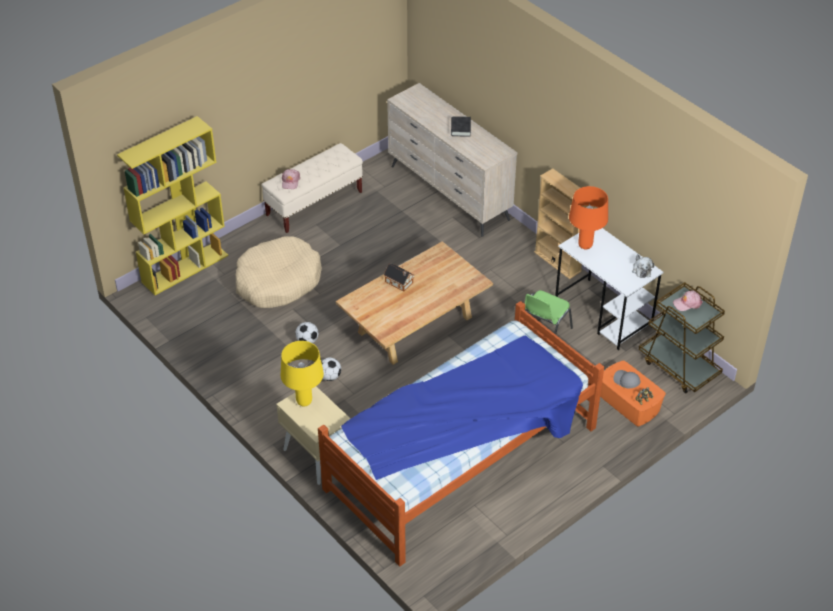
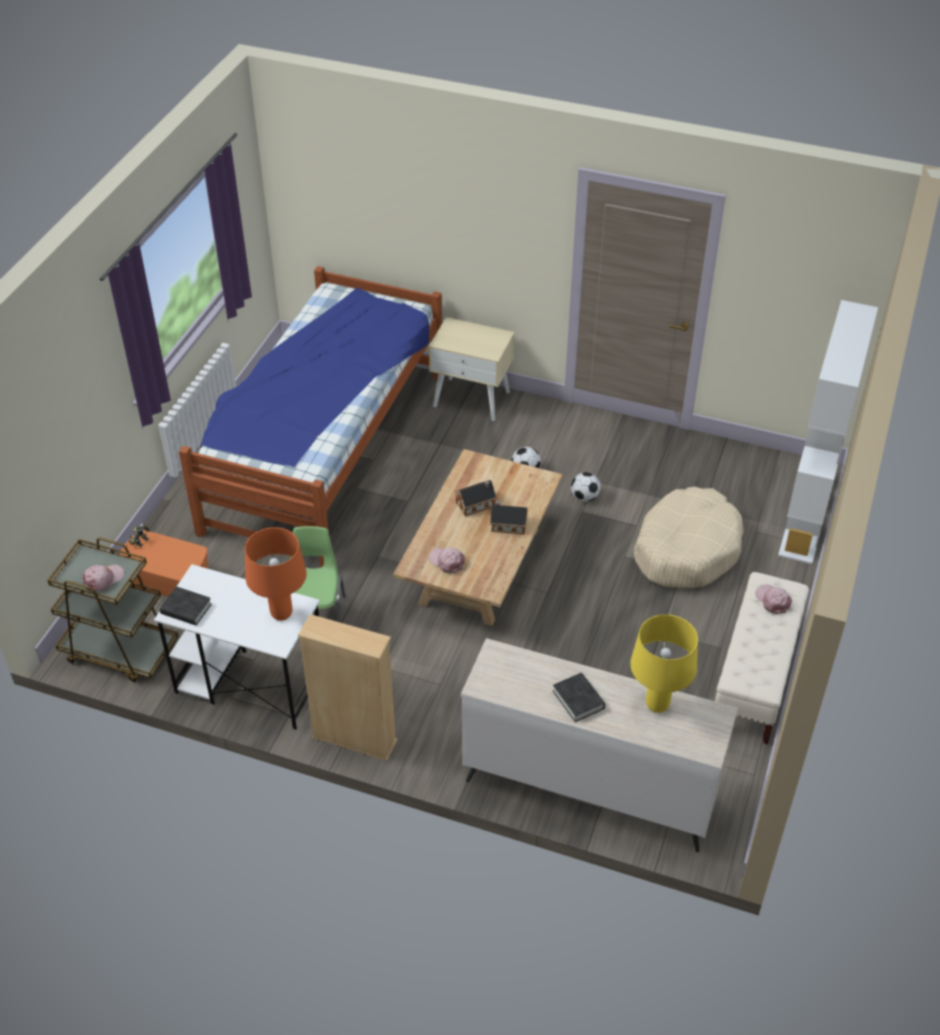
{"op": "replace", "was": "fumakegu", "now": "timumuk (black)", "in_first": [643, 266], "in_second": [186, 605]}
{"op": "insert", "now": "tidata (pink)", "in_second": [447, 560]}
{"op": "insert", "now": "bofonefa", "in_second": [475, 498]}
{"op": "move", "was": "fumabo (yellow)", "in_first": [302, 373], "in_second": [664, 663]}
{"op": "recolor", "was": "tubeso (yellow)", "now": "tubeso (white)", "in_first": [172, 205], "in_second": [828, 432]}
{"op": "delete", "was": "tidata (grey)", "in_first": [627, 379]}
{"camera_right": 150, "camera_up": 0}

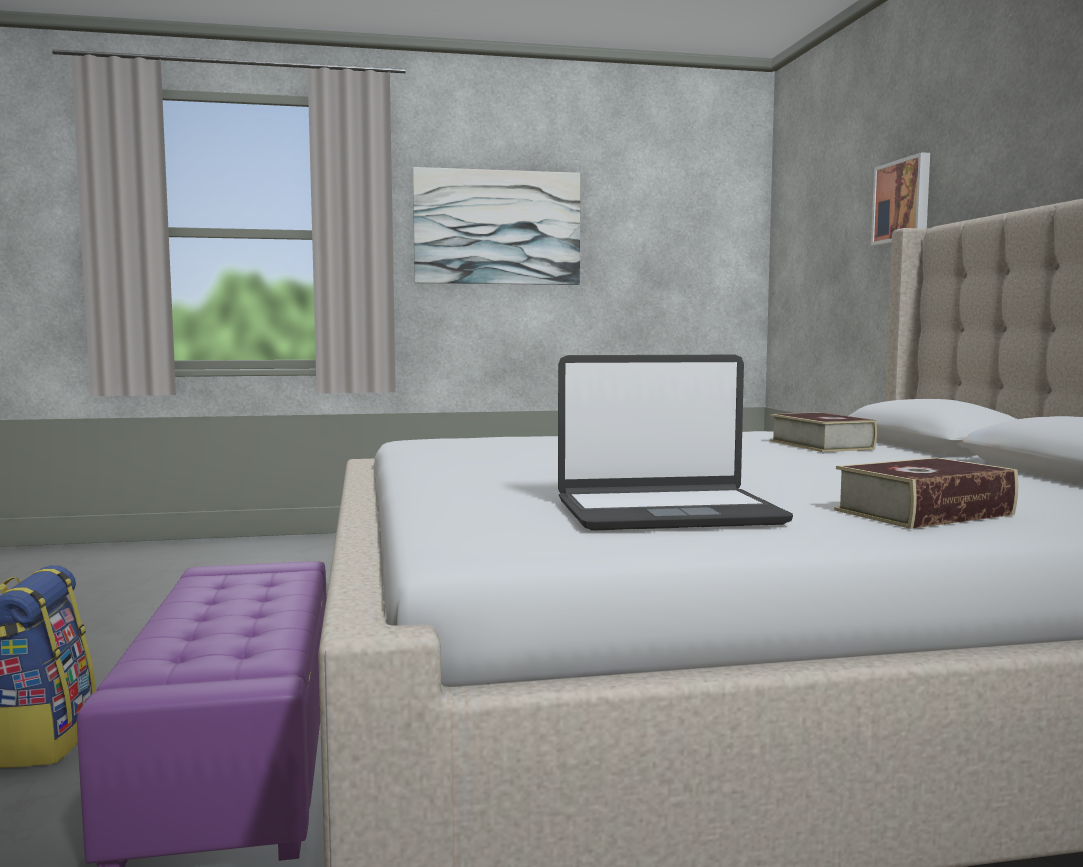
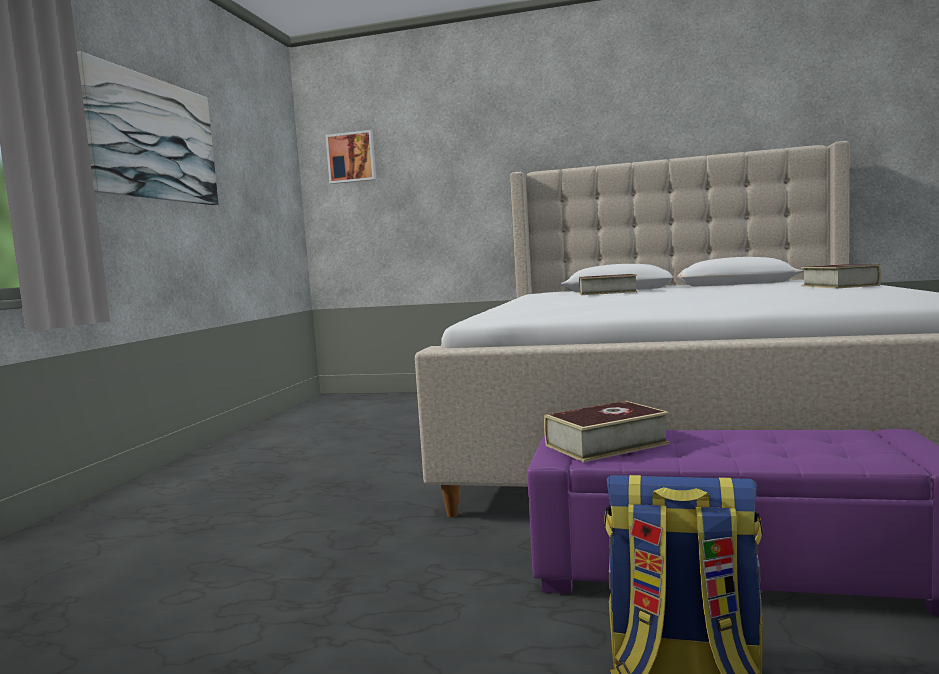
{"op": "move", "was": "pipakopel", "in_first": [900, 199], "in_second": [350, 157]}
{"op": "insert", "now": "timumuk", "in_second": [607, 431]}
{"op": "delete", "was": "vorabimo", "in_first": [675, 443]}
{"camera_right": -65, "camera_up": 0}

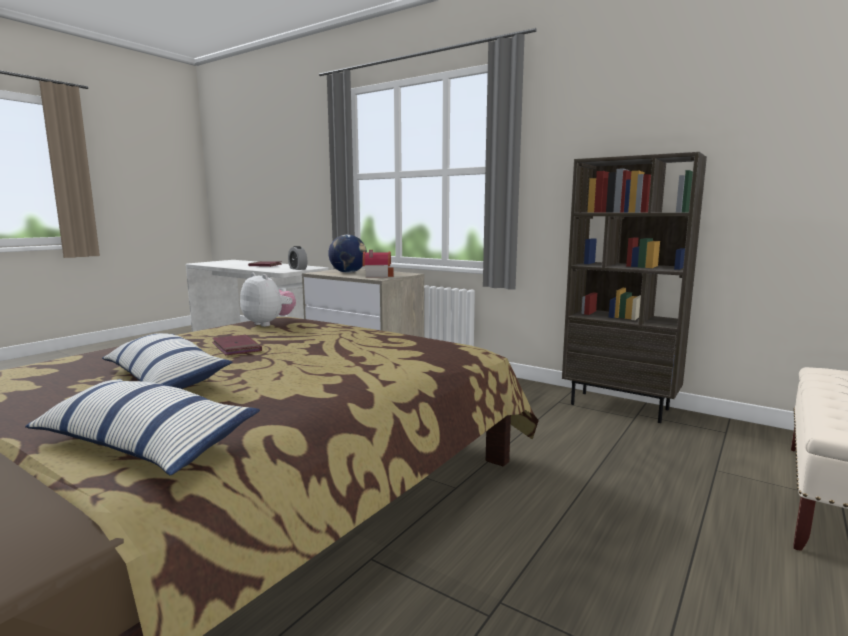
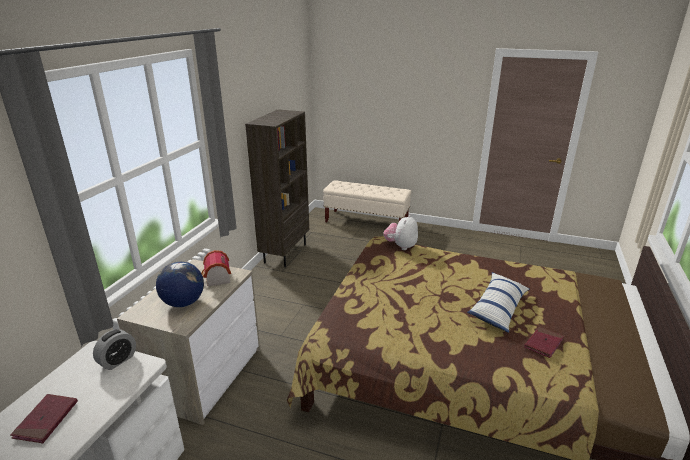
{"op": "move", "was": "fumakegu", "in_first": [268, 300], "in_second": [401, 232]}
{"op": "move", "was": "timumuk (red)", "in_first": [237, 345], "in_second": [544, 342]}
{"op": "delete", "was": "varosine", "in_first": [142, 427]}
{"camera_right": -105, "camera_up": 15}

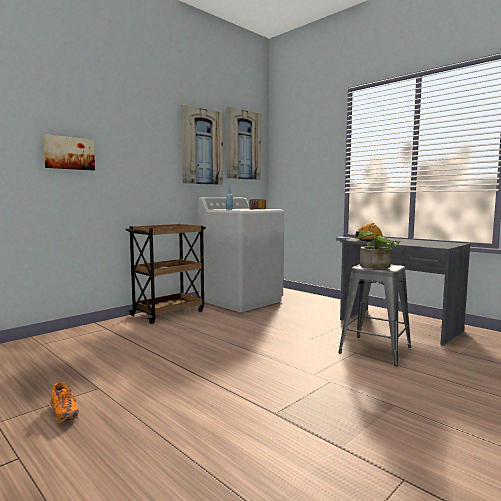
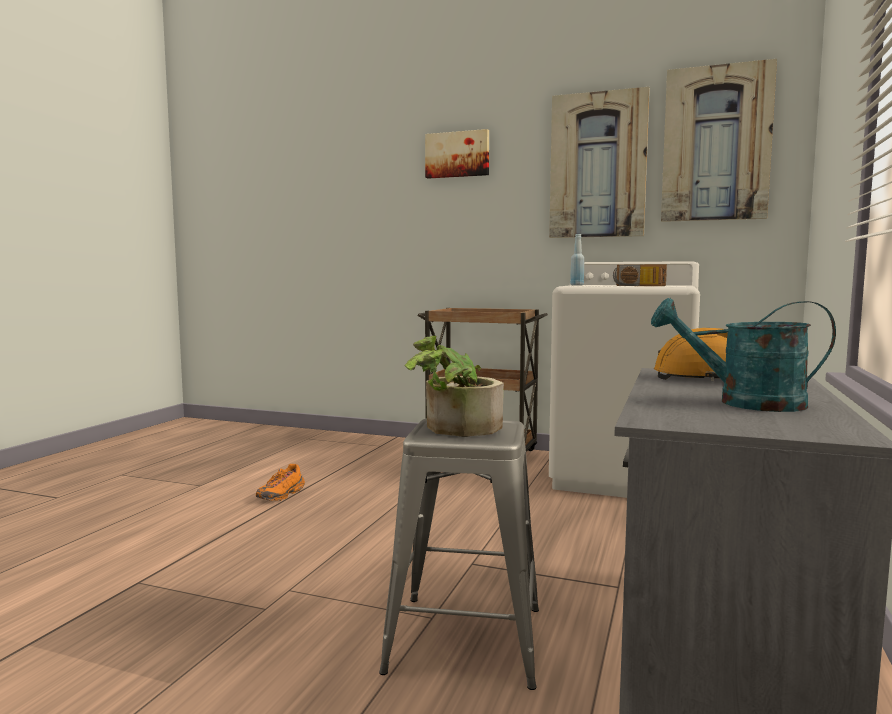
{"op": "move", "was": "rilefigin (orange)", "in_first": [65, 402], "in_second": [280, 482]}
{"op": "move", "was": "pipakopel", "in_first": [69, 152], "in_second": [457, 154]}
{"op": "insert", "now": "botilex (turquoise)", "in_second": [743, 355]}
{"camera_right": 65, "camera_up": 0}

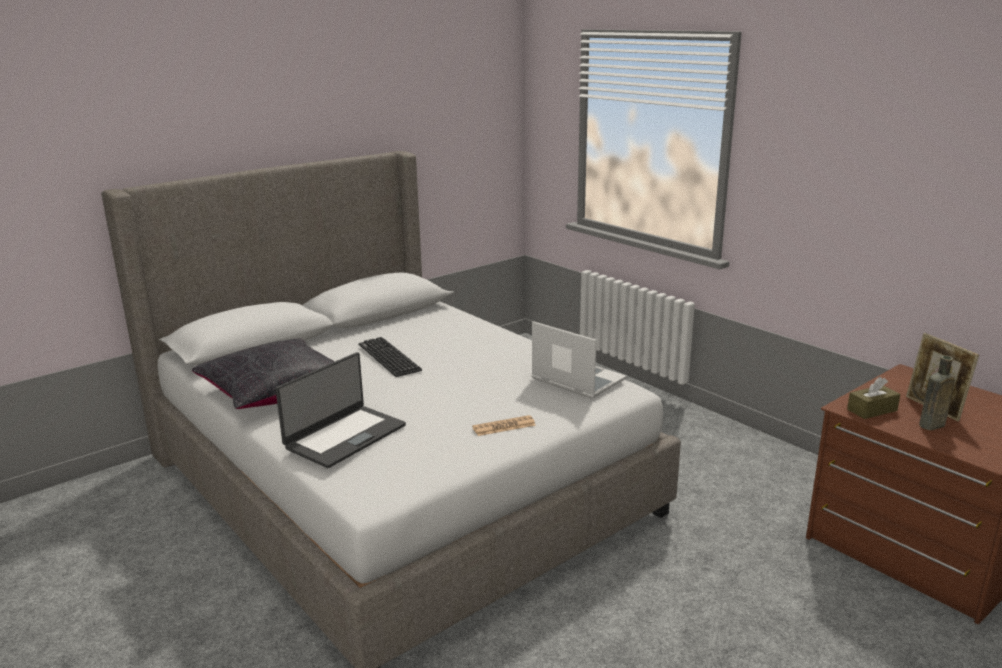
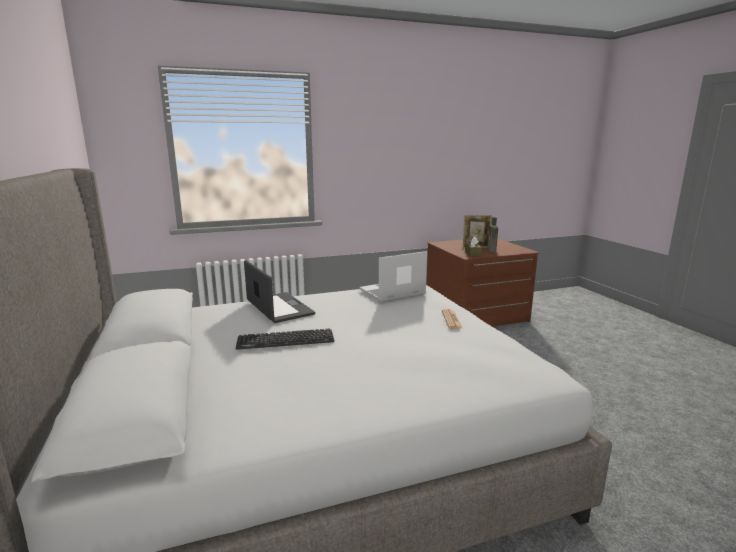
{"op": "move", "was": "vorabimo", "in_first": [340, 410], "in_second": [279, 291]}
{"op": "delete", "was": "varosine (black)", "in_first": [263, 373]}
{"camera_right": -70, "camera_up": -5}

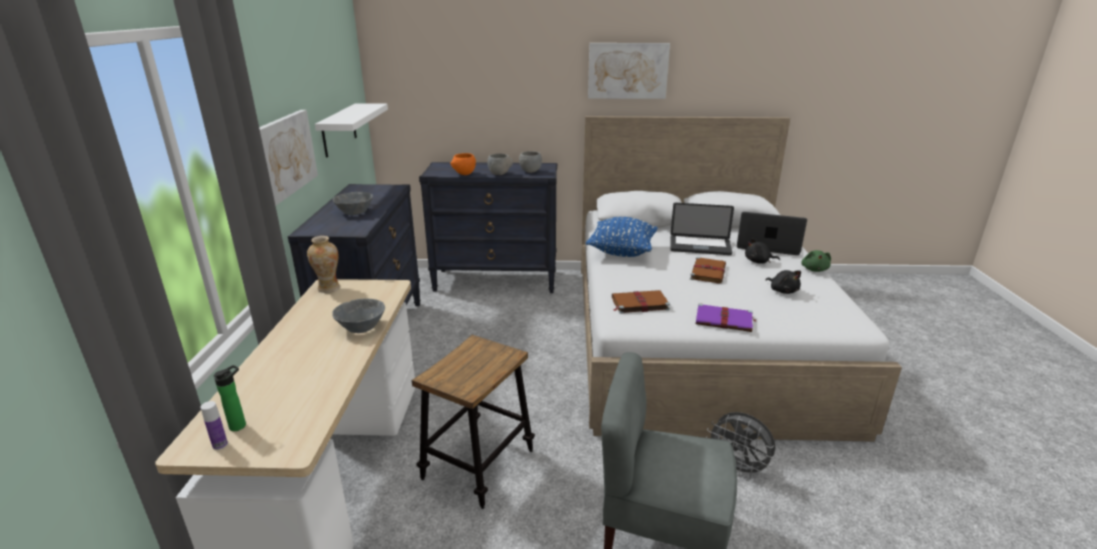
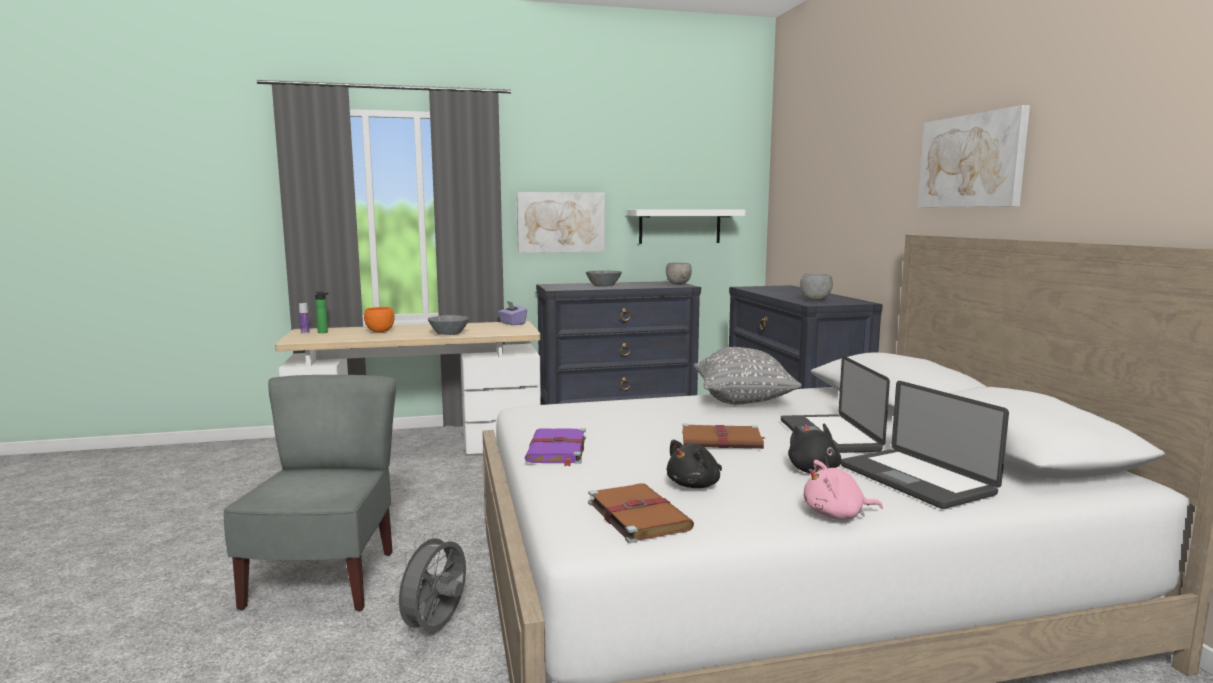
{"op": "move", "was": "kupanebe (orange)", "in_first": [463, 164], "in_second": [379, 320]}
{"op": "replace", "was": "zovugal", "now": "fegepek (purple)", "in_first": [323, 264], "in_second": [512, 313]}
{"op": "move", "was": "timumuk (brown)", "in_first": [641, 302], "in_second": [641, 513]}
{"op": "move", "was": "kupanebe (grey)", "in_first": [500, 164], "in_second": [679, 274]}
{"op": "recolor", "was": "varosine (blue)", "now": "varosine (grey)", "in_first": [622, 237], "in_second": [748, 375]}
{"op": "recolor", "was": "fumakegu (green)", "now": "fumakegu (pink)", "in_first": [816, 261], "in_second": [843, 490]}
{"op": "rotate", "was": "vorabimo", "in_first": [772, 233], "in_second": [924, 445], "clockwise": 150}
{"op": "delete", "was": "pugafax", "in_first": [473, 422]}
{"camera_right": 75, "camera_up": -15}

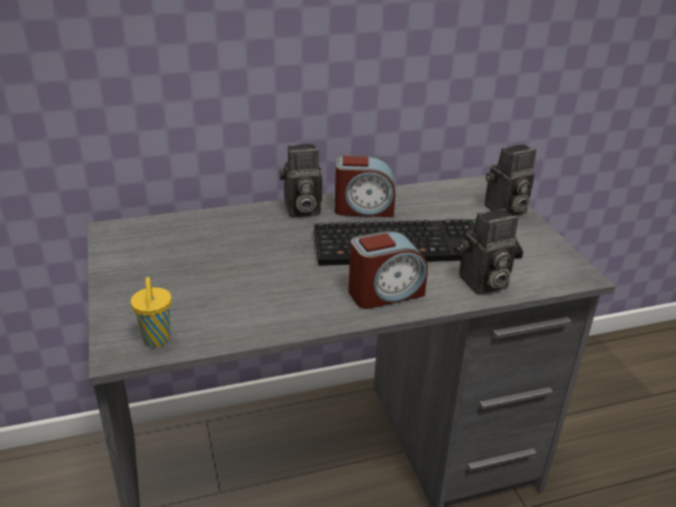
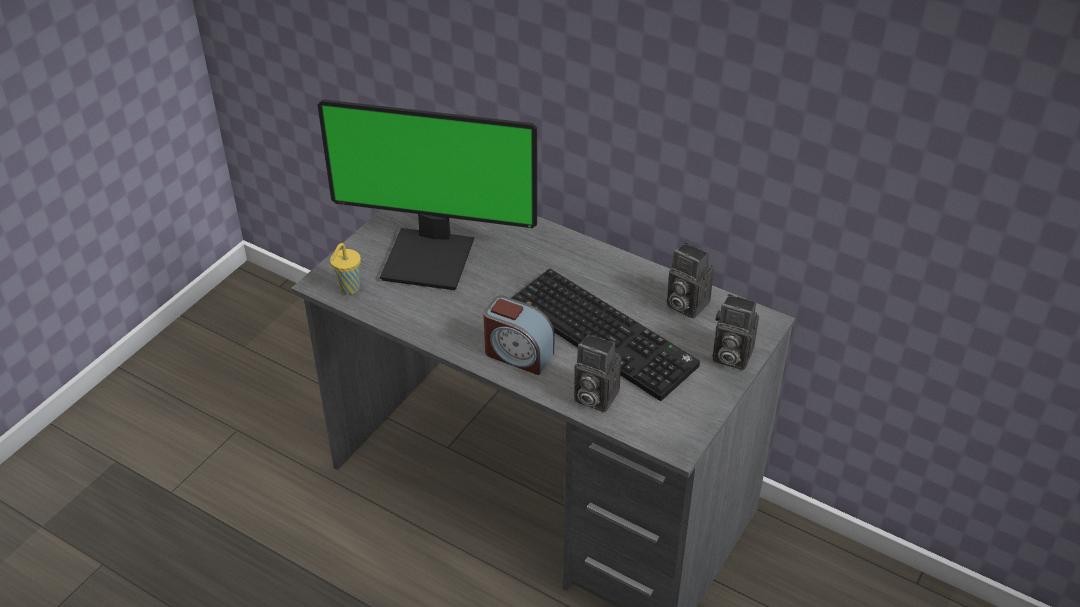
{"op": "insert", "now": "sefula", "in_second": [427, 194]}
{"op": "move", "was": "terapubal", "in_first": [300, 180], "in_second": [690, 280]}
{"op": "delete", "was": "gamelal", "in_first": [365, 186]}
{"camera_right": 50, "camera_up": 10}

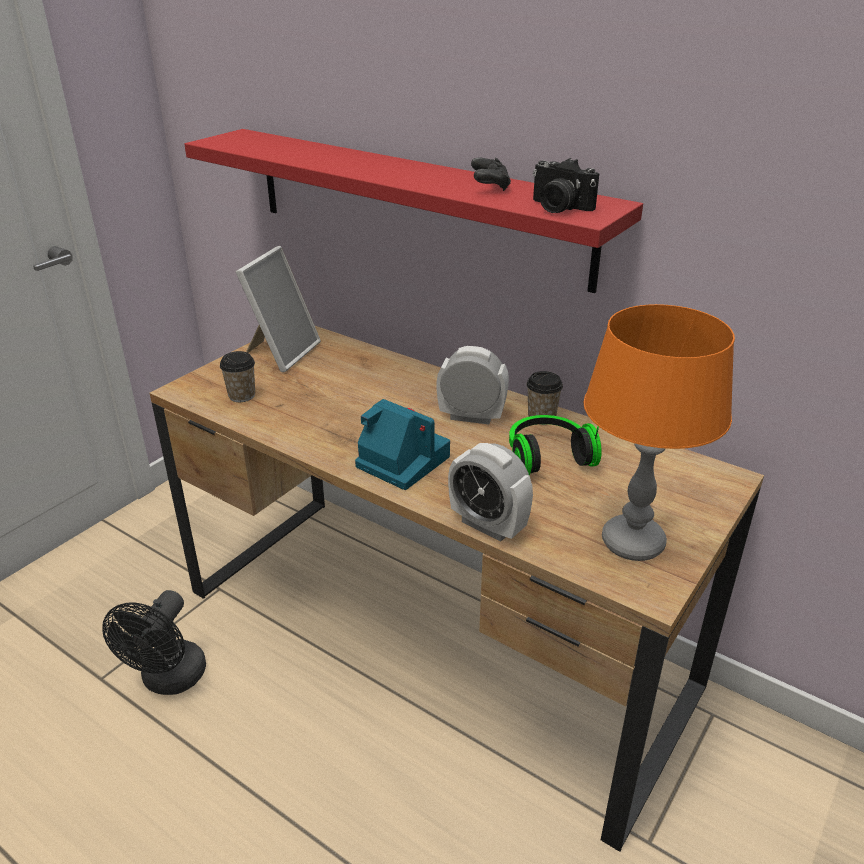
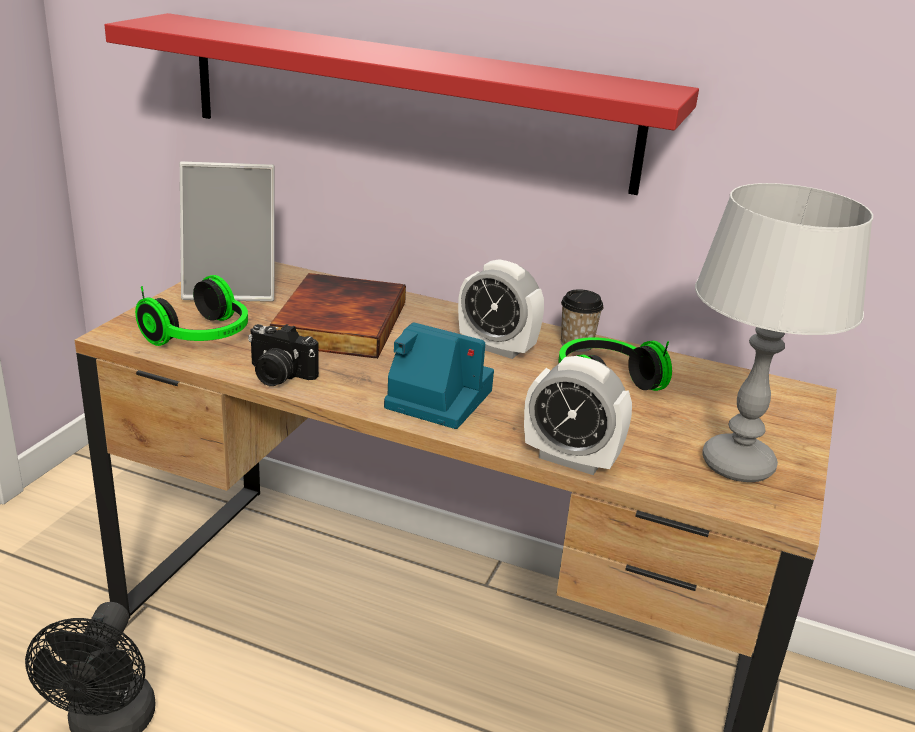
{"op": "replace", "was": "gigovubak", "now": "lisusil", "in_first": [237, 376], "in_second": [191, 310]}
{"op": "rotate", "was": "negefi", "in_first": [278, 309], "in_second": [227, 231], "clockwise": 75}
{"op": "move", "was": "terapubal", "in_first": [566, 185], "in_second": [283, 355]}
{"op": "insert", "now": "timumuk", "in_second": [338, 316]}
{"op": "rotate", "was": "gamelal", "in_first": [472, 385], "in_second": [501, 309], "clockwise": -150}
{"op": "recolor", "was": "fumabo (orange)", "now": "fumabo (grey)", "in_first": [659, 432], "in_second": [784, 332]}
{"op": "delete", "was": "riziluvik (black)", "in_first": [491, 174]}
{"camera_right": -15, "camera_up": -5}

